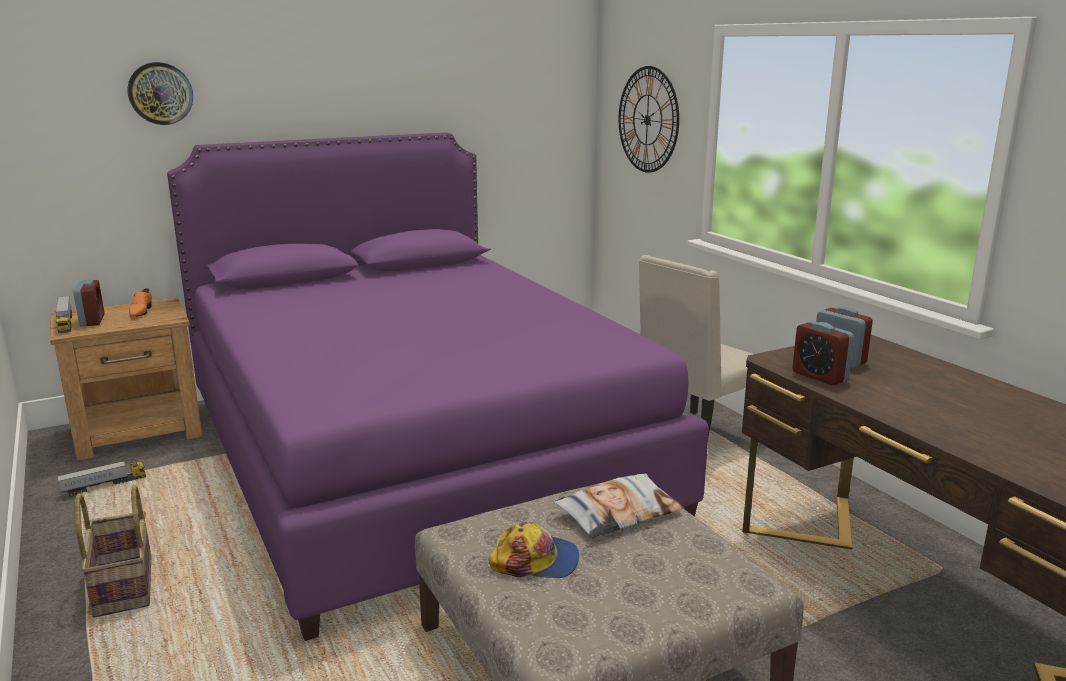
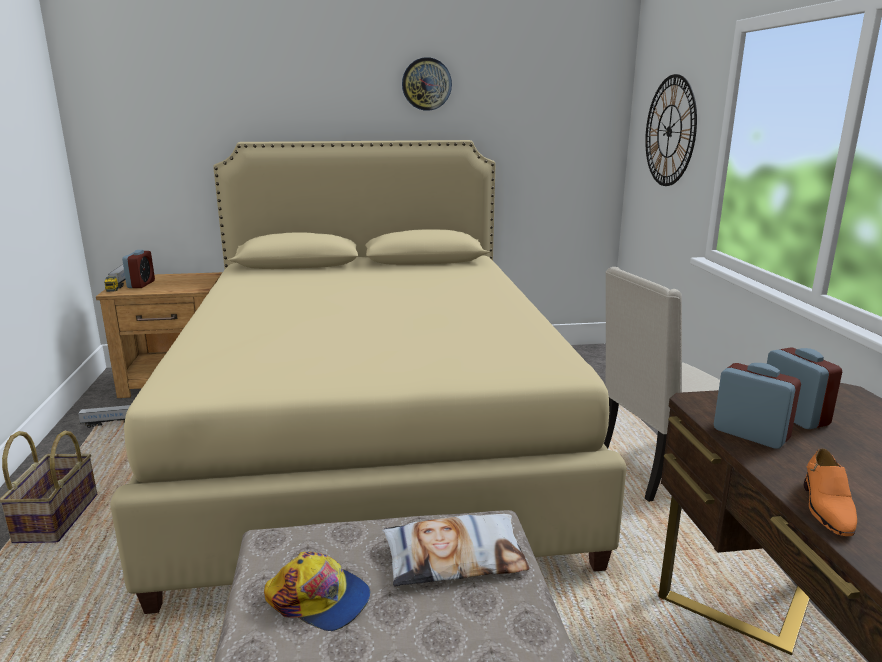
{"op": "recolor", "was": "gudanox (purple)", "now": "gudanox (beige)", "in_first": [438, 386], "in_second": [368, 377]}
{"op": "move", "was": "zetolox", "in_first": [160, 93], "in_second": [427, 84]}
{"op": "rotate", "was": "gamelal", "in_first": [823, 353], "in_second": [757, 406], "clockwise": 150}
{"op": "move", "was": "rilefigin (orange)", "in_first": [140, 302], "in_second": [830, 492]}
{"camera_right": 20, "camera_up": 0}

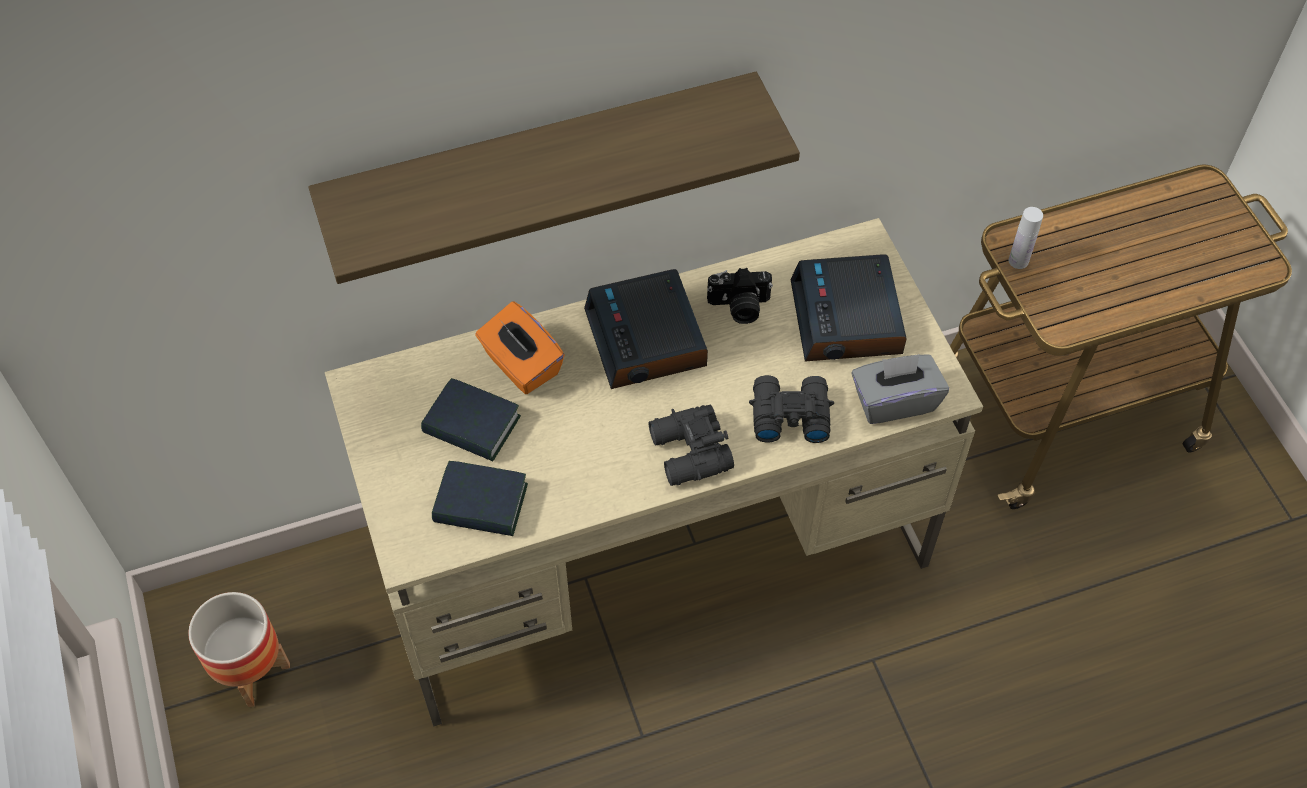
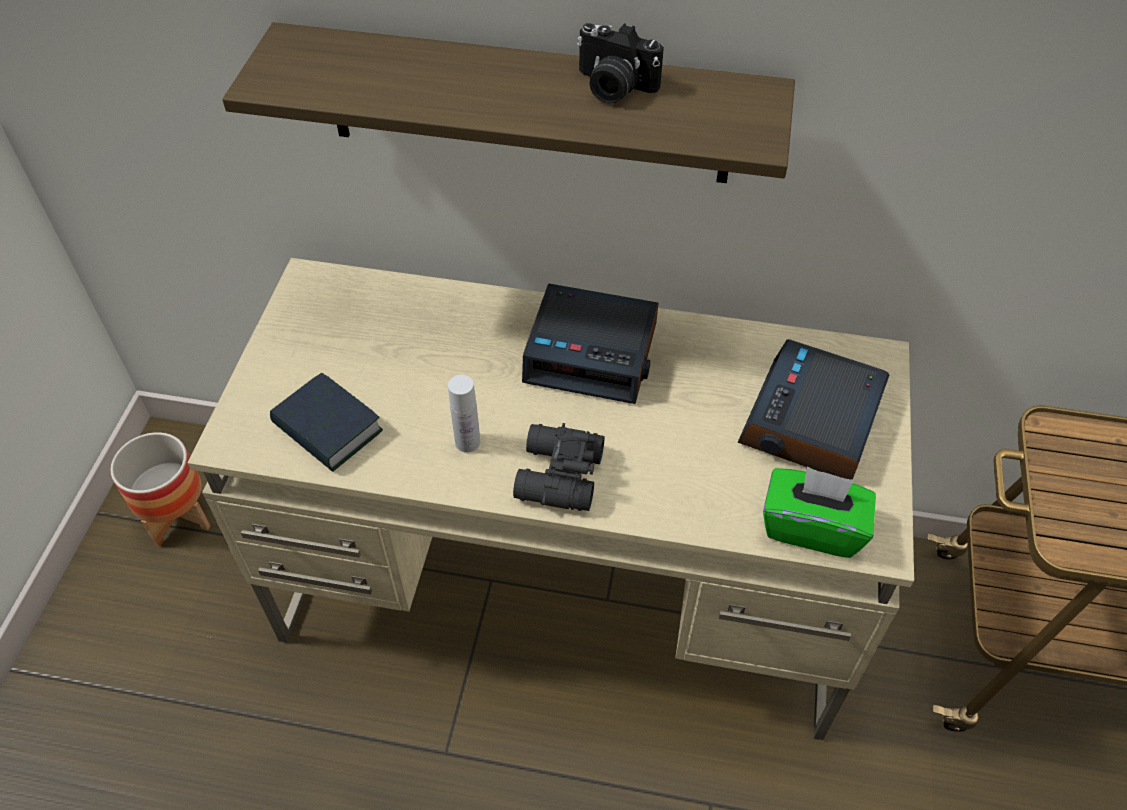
{"op": "move", "was": "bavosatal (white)", "in_first": [1026, 238], "in_second": [464, 414]}
{"op": "rotate", "was": "gamelal", "in_first": [646, 329], "in_second": [590, 343], "clockwise": -90}
{"op": "move", "was": "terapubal", "in_first": [740, 296], "in_second": [620, 63]}
{"op": "recolor", "was": "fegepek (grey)", "now": "fegepek (green)", "in_first": [900, 389], "in_second": [819, 512]}
{"op": "delete", "was": "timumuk", "in_first": [471, 419]}
{"op": "delete", "was": "fegepek (orange)", "in_first": [520, 348]}
{"op": "delete", "was": "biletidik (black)", "in_first": [791, 409]}
{"camera_right": 30, "camera_up": -5}

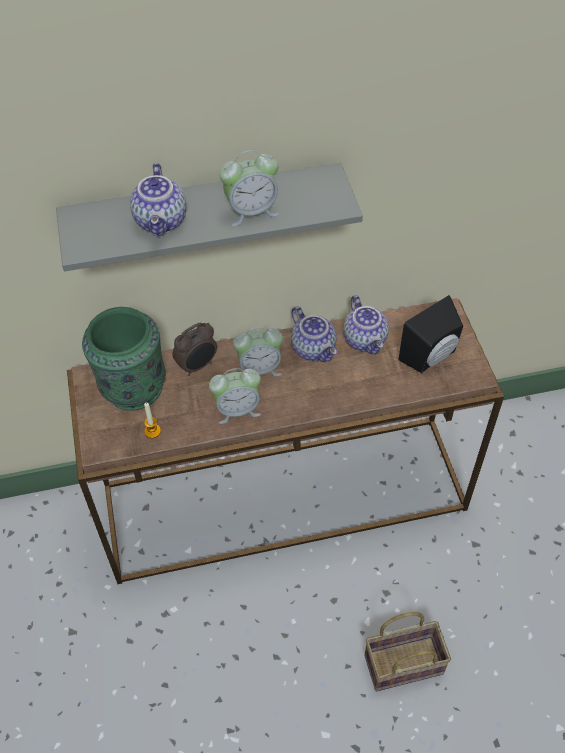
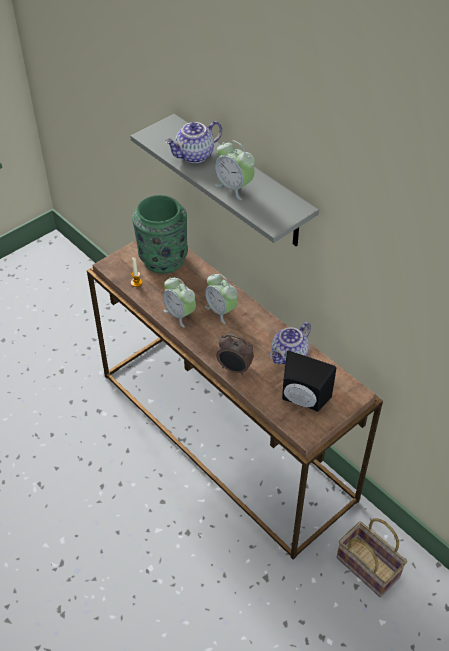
{"op": "move", "was": "gamelal", "in_first": [194, 349], "in_second": [235, 354]}
{"op": "move", "was": "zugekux", "in_first": [407, 651], "in_second": [372, 557]}
{"op": "delete", "was": "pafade", "in_first": [314, 334]}
{"camera_right": 60, "camera_up": -5}

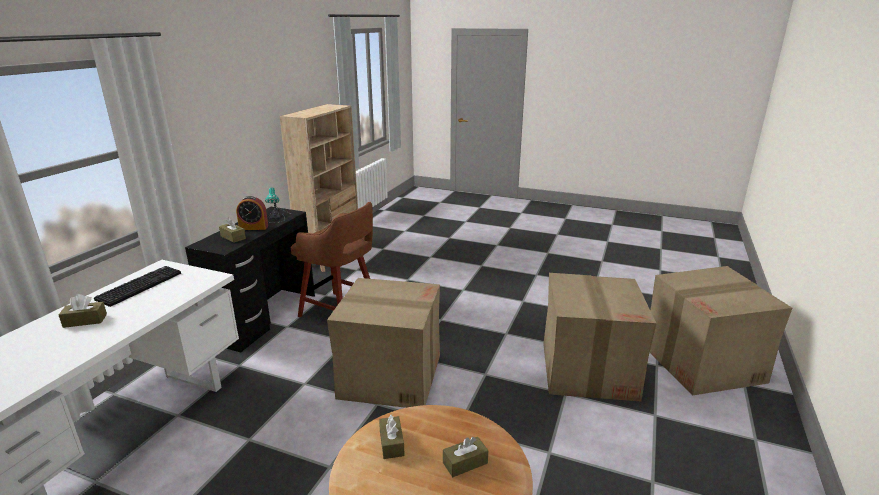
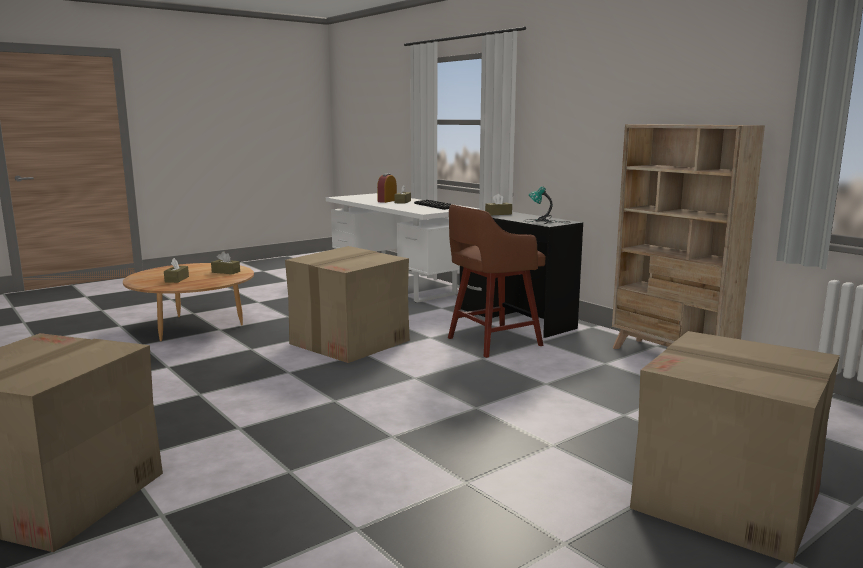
{"op": "move", "was": "gamelal", "in_first": [252, 213], "in_second": [387, 188]}
{"op": "move", "was": "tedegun", "in_first": [599, 337], "in_second": [735, 447]}
{"camera_right": 120, "camera_up": -10}

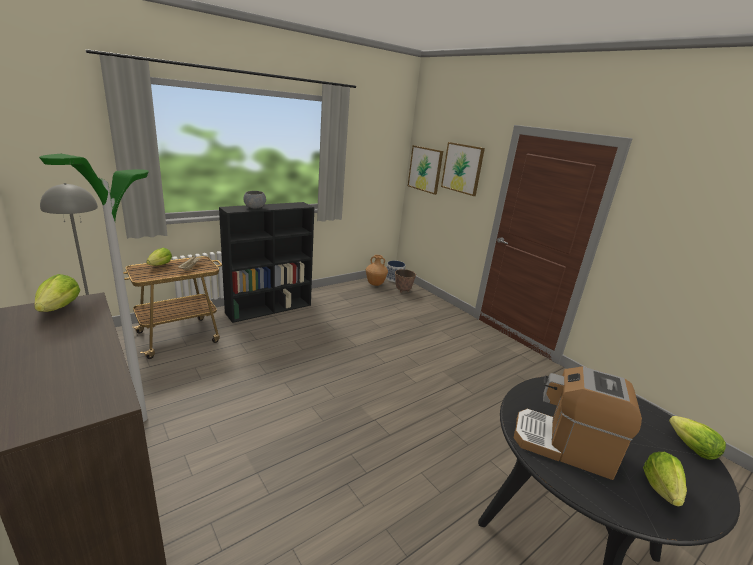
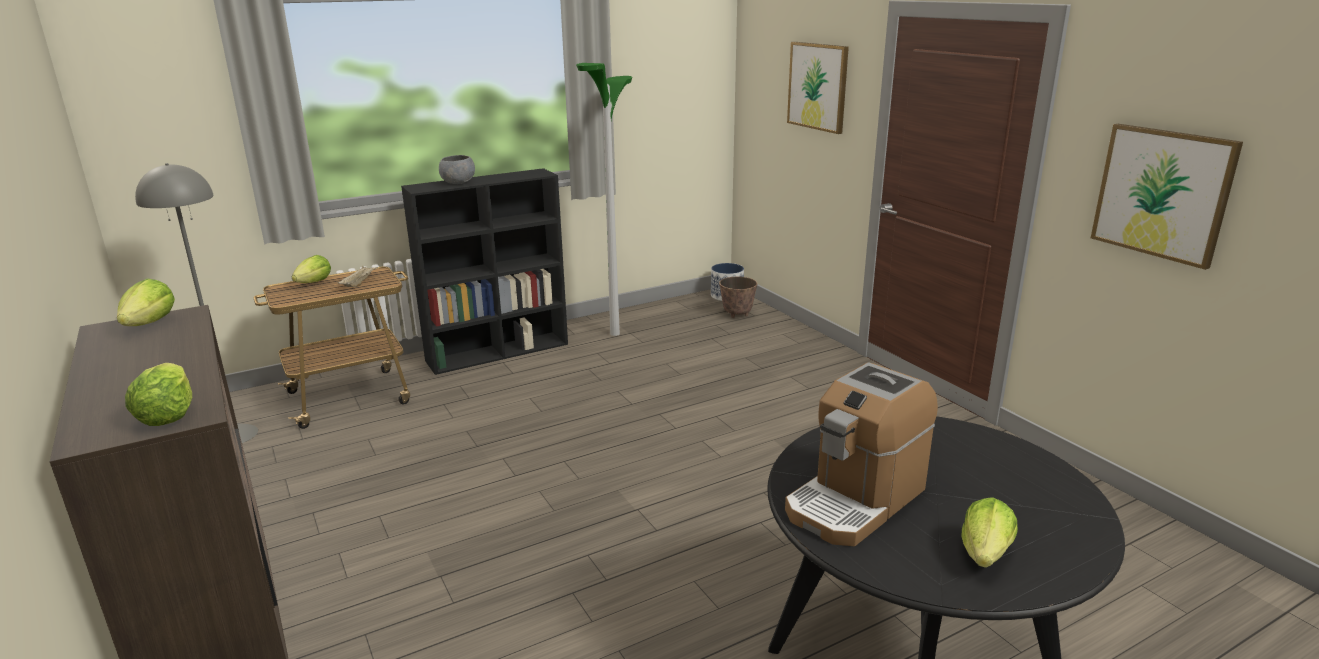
{"op": "move", "was": "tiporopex", "in_first": [697, 438], "in_second": [158, 394]}
{"op": "move", "was": "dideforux", "in_first": [94, 288], "in_second": [604, 199]}
{"op": "rotate", "was": "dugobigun", "in_first": [578, 423], "in_second": [861, 454], "clockwise": -75}
{"op": "move", "was": "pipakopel", "in_first": [425, 170], "in_second": [1167, 197]}
{"op": "delete", "was": "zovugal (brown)", "in_first": [377, 270]}
{"camera_right": 10, "camera_up": 0}

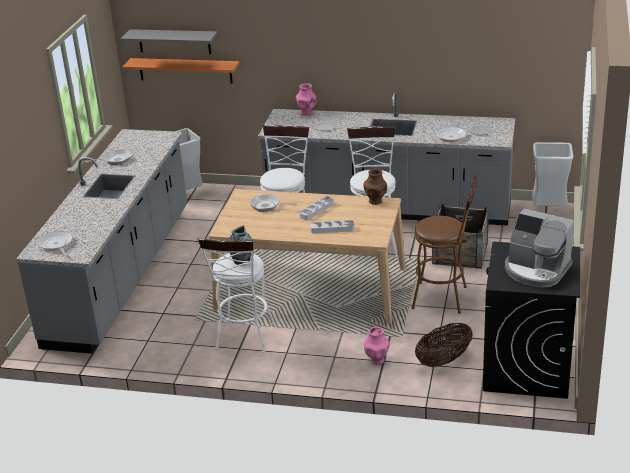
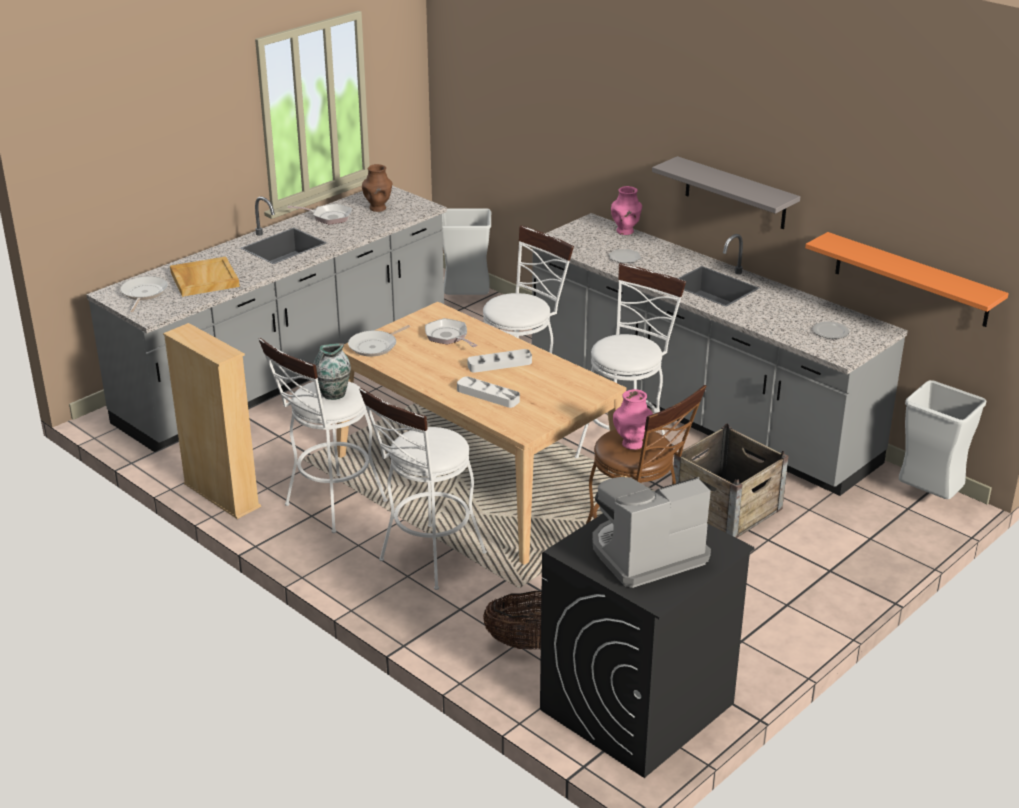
{"op": "insert", "now": "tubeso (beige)", "in_second": [212, 421]}
{"op": "insert", "now": "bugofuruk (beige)", "in_second": [205, 277]}
{"op": "move", "was": "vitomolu", "in_first": [451, 131], "in_second": [379, 341]}
{"op": "insert", "now": "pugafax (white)", "in_second": [423, 489]}
{"op": "move", "was": "zovugal (brown)", "in_first": [375, 187], "in_second": [377, 188]}
{"op": "rotate", "was": "dugobigun", "in_first": [539, 248], "in_second": [651, 532], "clockwise": 90}
{"op": "move", "was": "zovugal (pink)", "in_first": [377, 346], "in_second": [633, 419]}
{"op": "move", "was": "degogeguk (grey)", "in_first": [169, 41], "in_second": [726, 192]}
{"op": "move", "was": "degogeguk (orange)", "in_first": [181, 70], "in_second": [907, 279]}
{"camera_right": 30, "camera_up": 0}

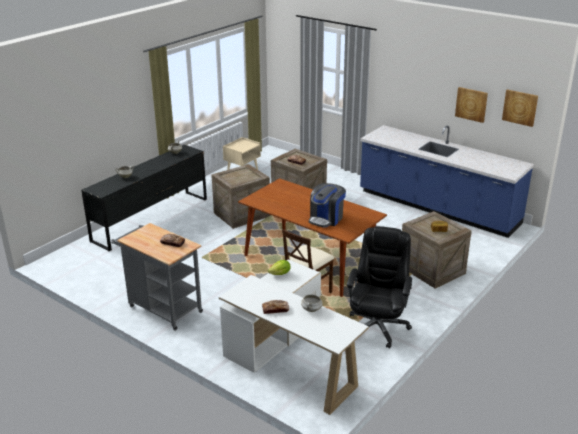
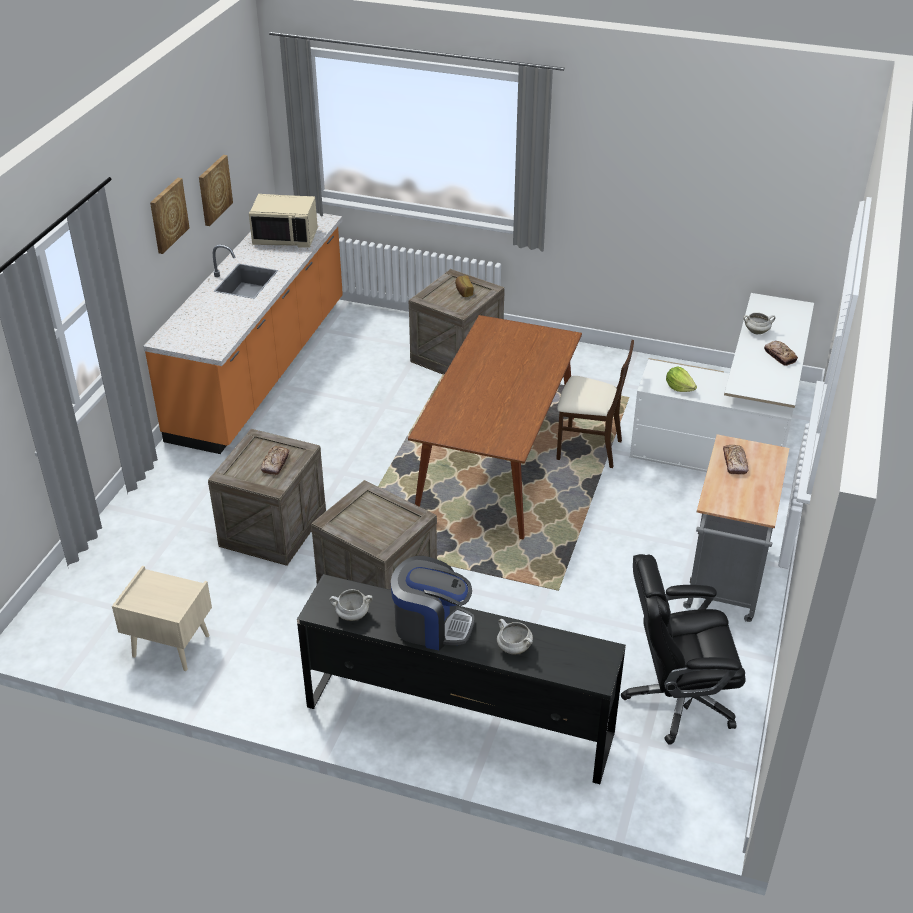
{"op": "recolor", "was": "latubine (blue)", "now": "latubine (orange)", "in_first": [447, 181], "in_second": [243, 333]}
{"op": "move", "was": "pipakopel", "in_first": [520, 108], "in_second": [169, 216]}
{"op": "insert", "now": "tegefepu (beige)", "in_second": [283, 221]}
{"op": "move", "was": "dugobigun", "in_first": [327, 205], "in_second": [432, 603]}
{"op": "move", "was": "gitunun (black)", "in_first": [379, 287], "in_second": [683, 649]}
{"camera_right": -110, "camera_up": 10}

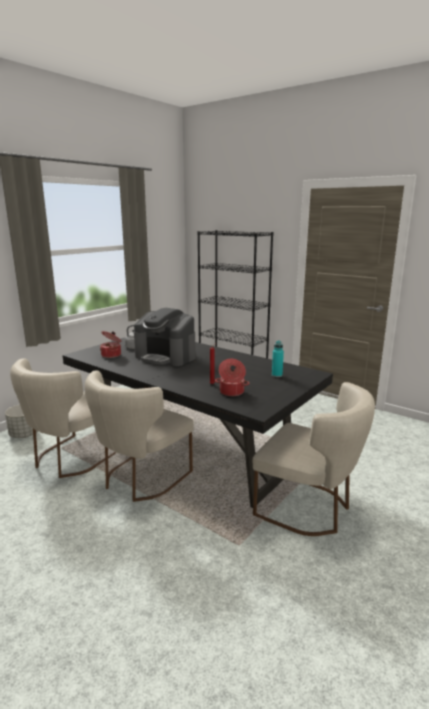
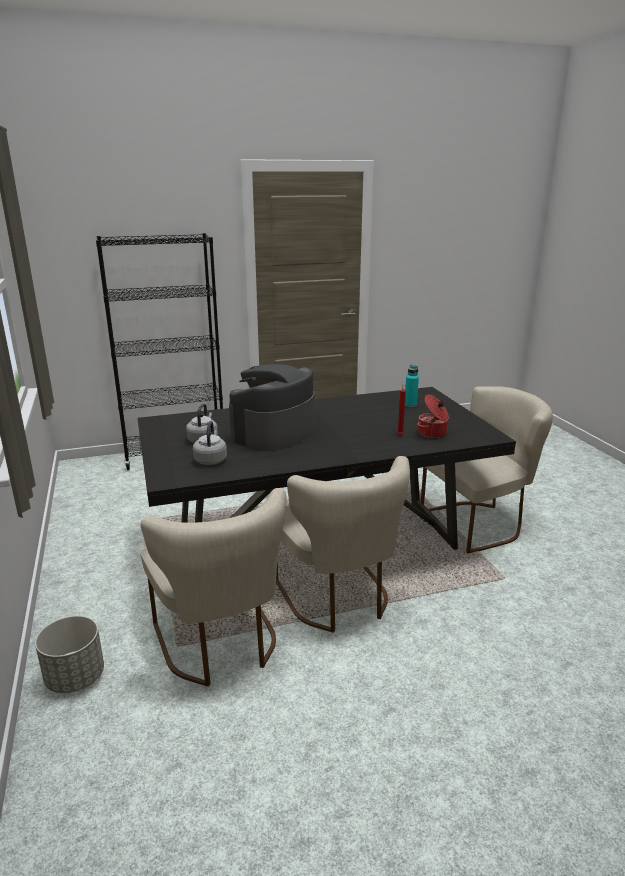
{"op": "replace", "was": "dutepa", "now": "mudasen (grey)", "in_first": [110, 344], "in_second": [210, 443]}
{"op": "rotate", "was": "dugobigun", "in_first": [165, 337], "in_second": [272, 407], "clockwise": 150}
{"camera_right": -55, "camera_up": 5}

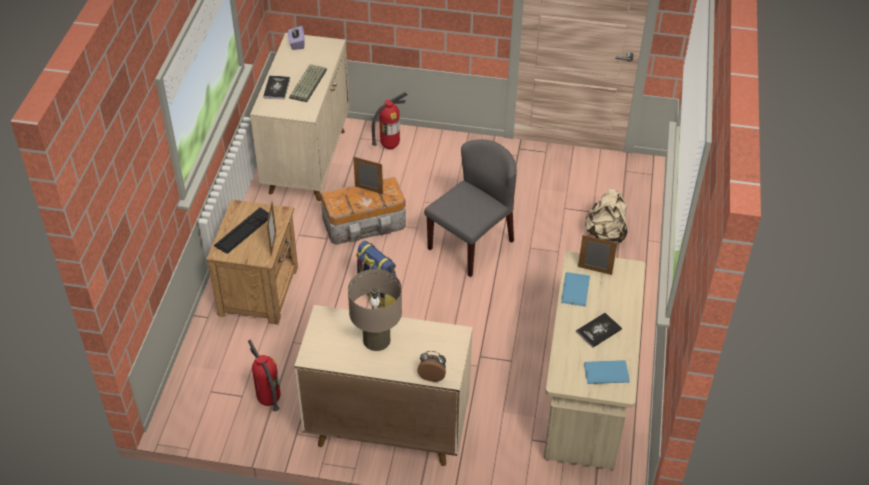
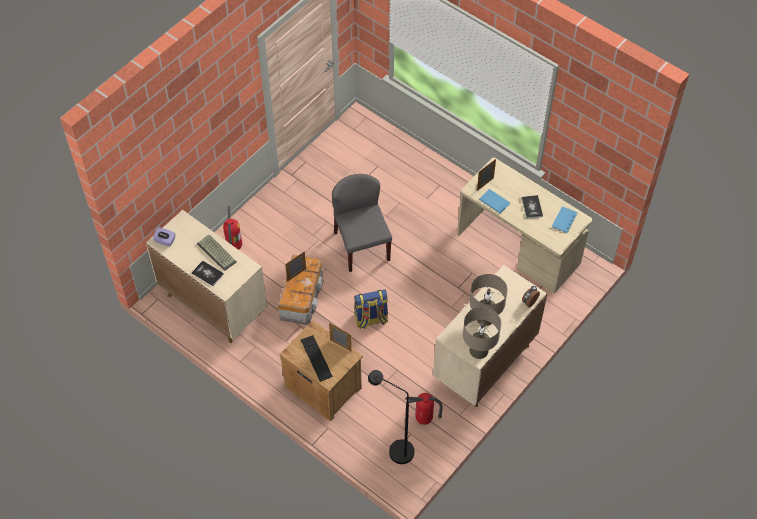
{"op": "insert", "now": "dideforux (black)", "in_second": [391, 417]}
{"op": "insert", "now": "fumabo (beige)", "in_second": [482, 333]}
{"op": "delete", "was": "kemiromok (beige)", "in_first": [605, 216]}
{"camera_right": -60, "camera_up": 10}

